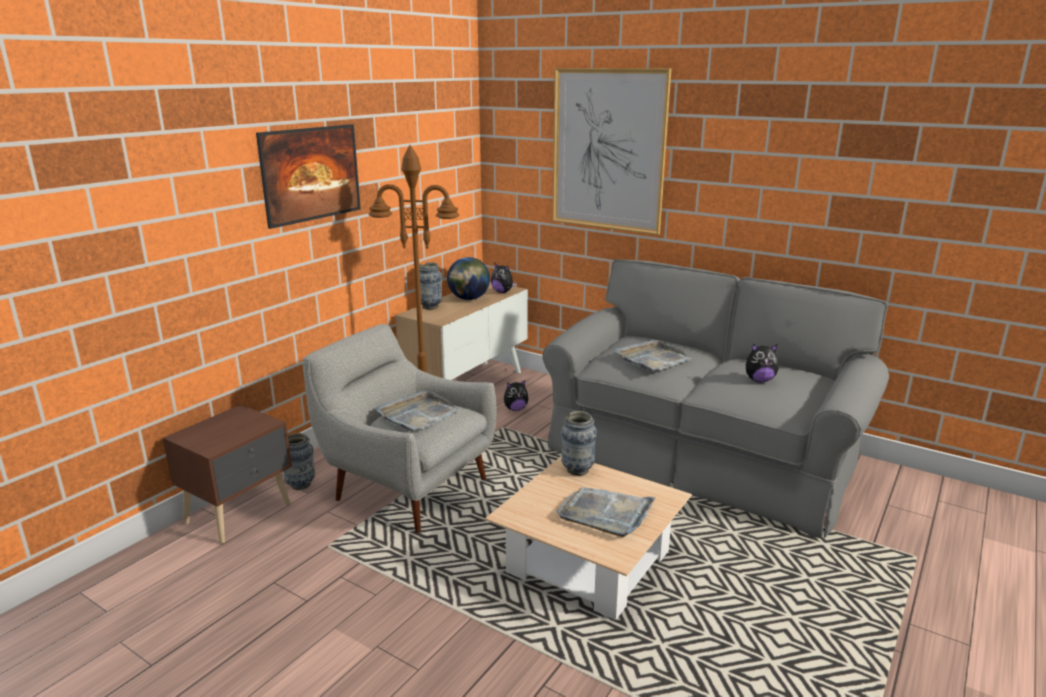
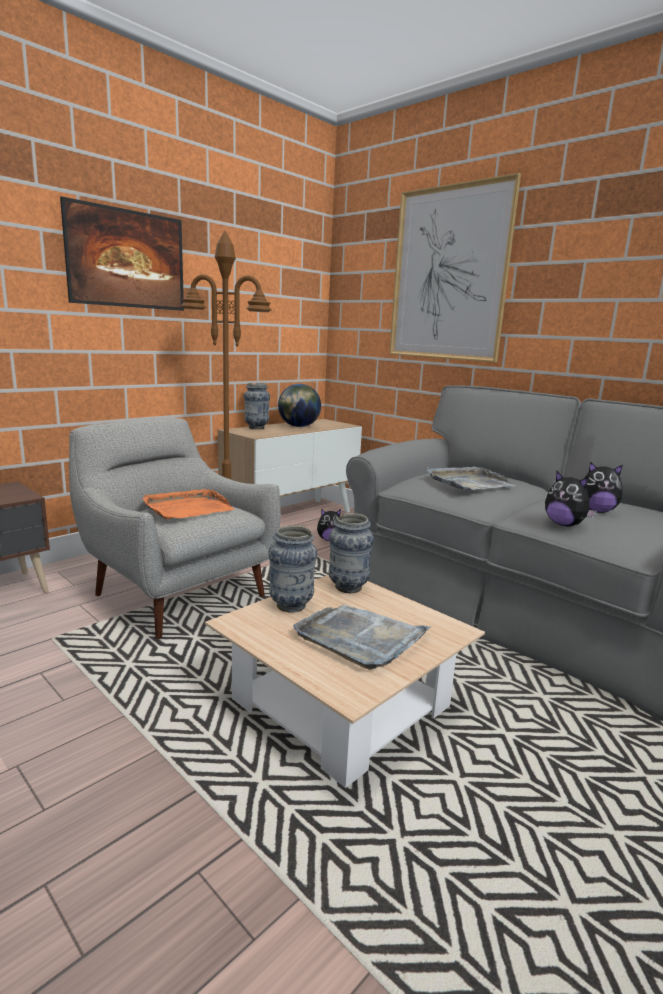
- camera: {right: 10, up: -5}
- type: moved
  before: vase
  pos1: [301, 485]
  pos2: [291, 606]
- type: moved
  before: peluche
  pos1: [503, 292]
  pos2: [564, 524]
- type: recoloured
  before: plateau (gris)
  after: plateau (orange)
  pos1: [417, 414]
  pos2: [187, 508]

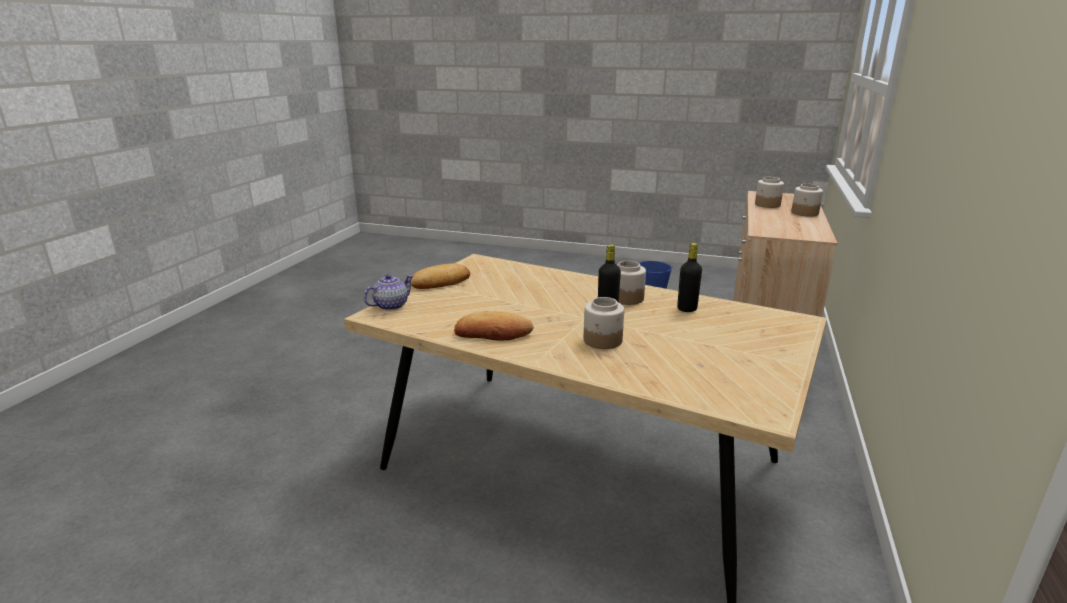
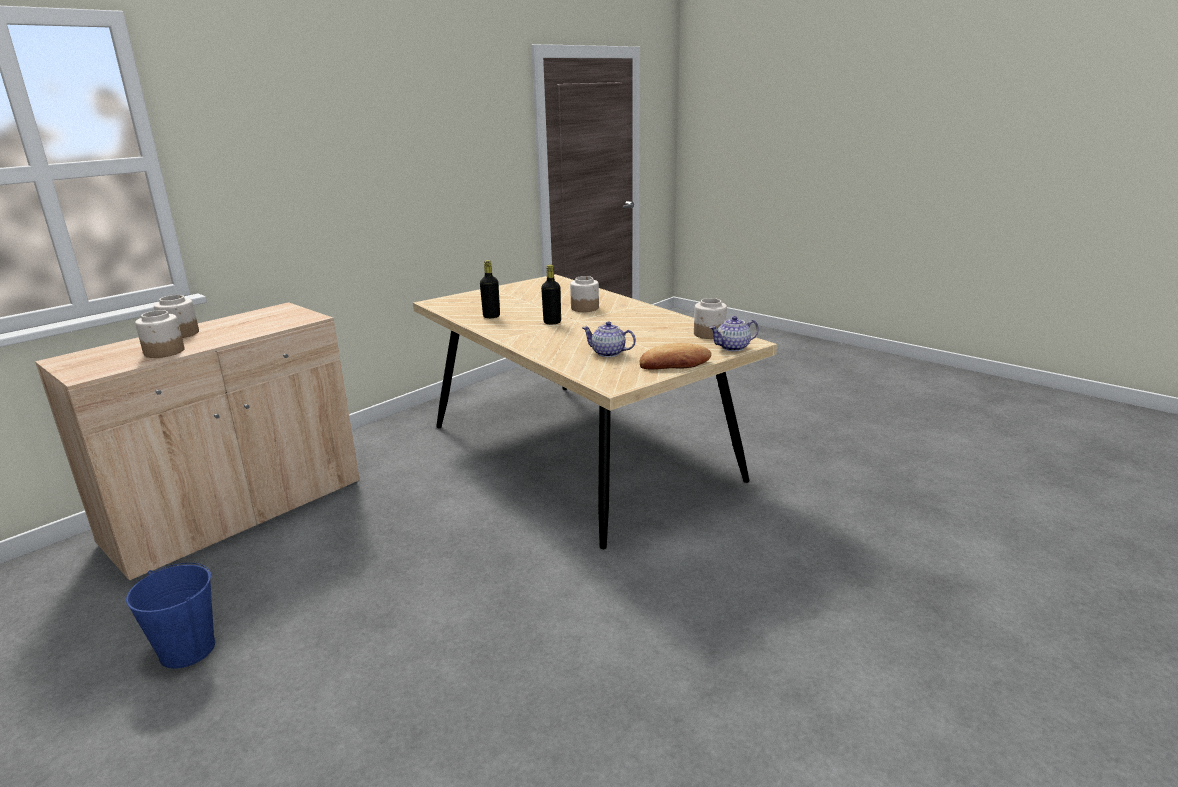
- camera: {right: -155, up: 0}
- type: removed
  before: pain
  pos1: [493, 333]
- type: added
  after: théière
  pos2: [608, 353]
- type: moved
  before: bocal
  pos1: [626, 298]
  pos2: [709, 334]

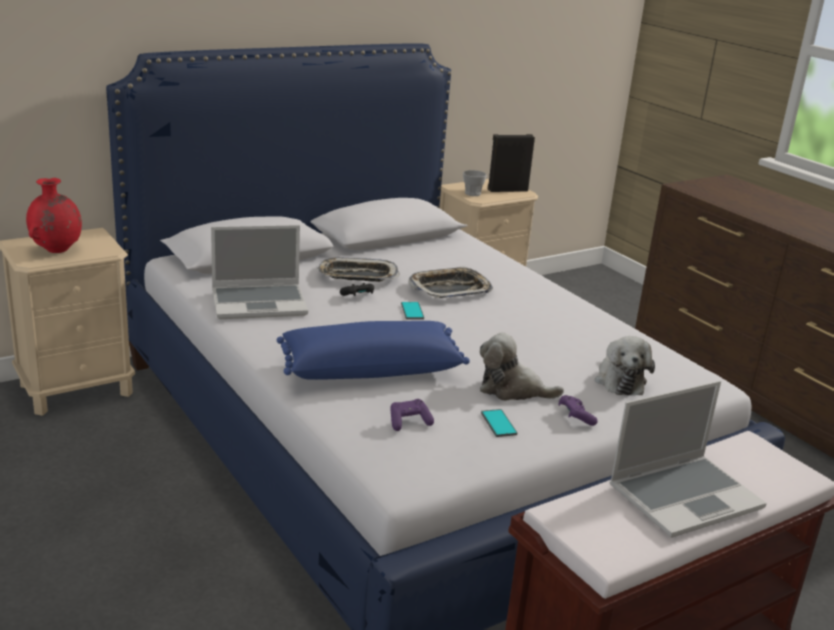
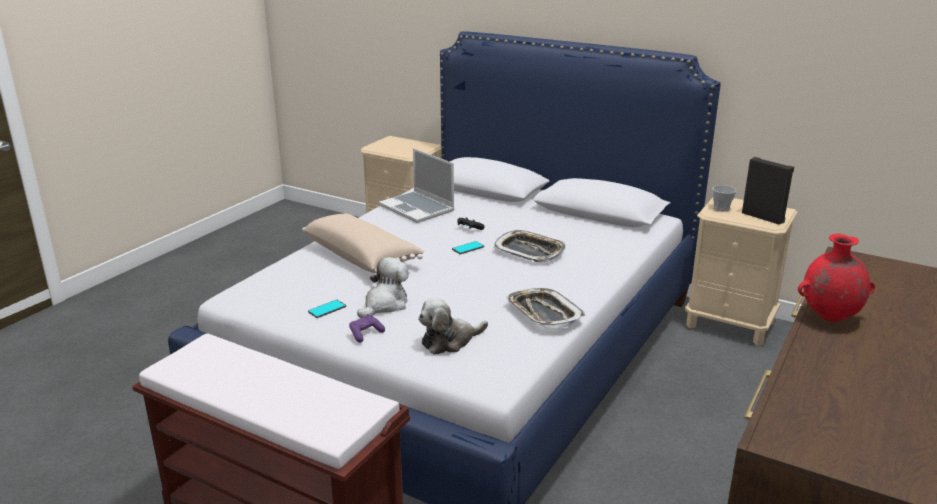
- camera: {right: 65, up: 0}
- type: removed
  before: manette (violet)
  pos1: [409, 422]
- type: removed
  before: ordinateur portable
  pos1: [685, 496]
- type: moved
  before: vase (rouge)
  pos1: [56, 250]
  pos2: [829, 317]
- type: moved
  before: plateau
  pos1: [357, 276]
  pos2: [543, 313]
- type: recoloured
  before: coussin (bleu)
  after: coussin (beige)
  pos1: [370, 369]
  pos2: [362, 257]
- type: turned
  before: peluche
  pos1: [512, 390]
  pos2: [385, 305]
  turn: 45

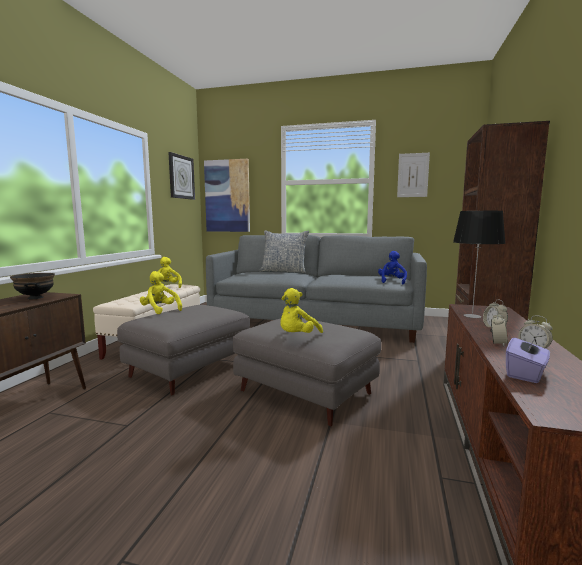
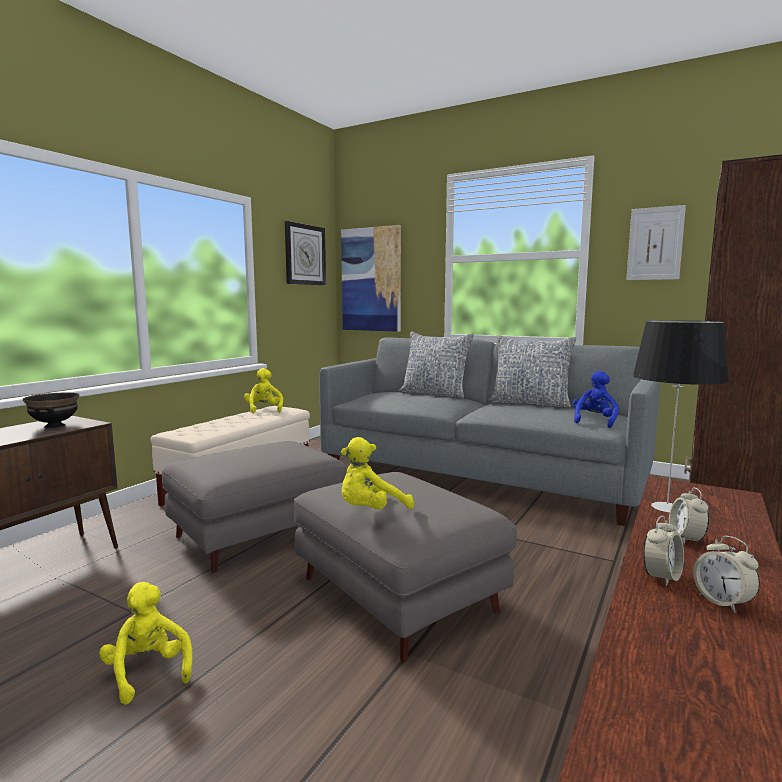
- camera: {right: 15, up: 0}
- type: removed
  before: boîte à mouchoirs (violet)
  pos1: [525, 374]
- type: added
  after: coussin
  pos2: [530, 404]
- type: moved
  before: peluche (jaune)
  pos1: [160, 310]
  pos2: [148, 672]

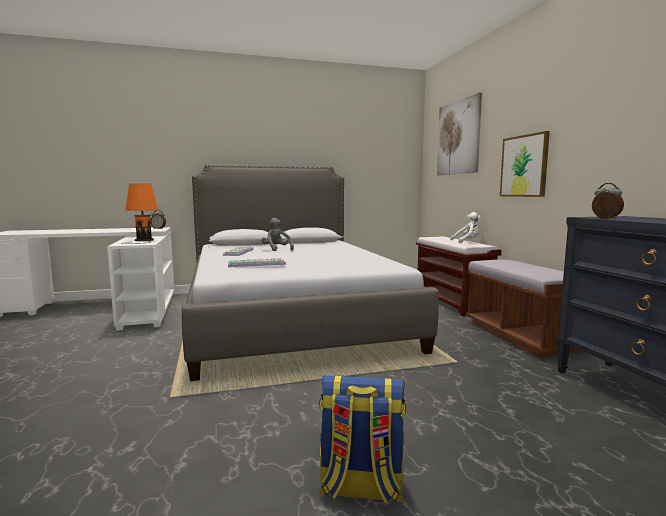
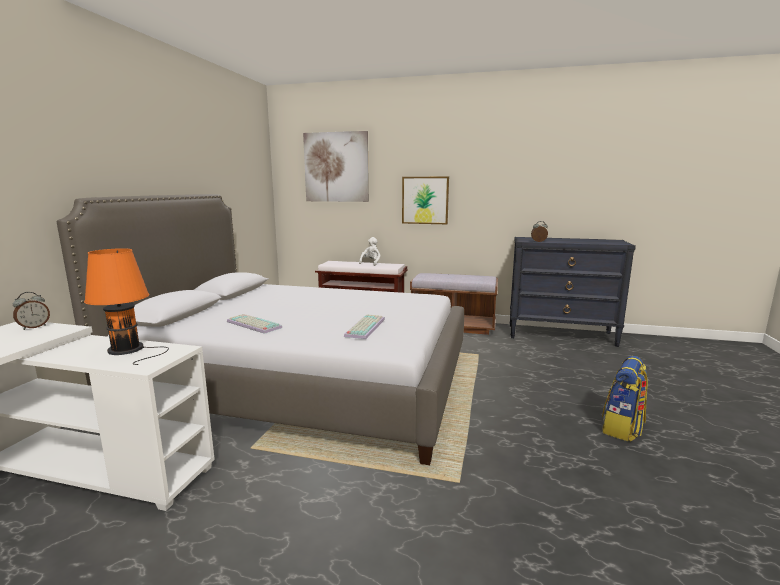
- camera: {right: -60, up: 5}
- type: removed
  before: peluche (gris)
  pos1: [276, 249]

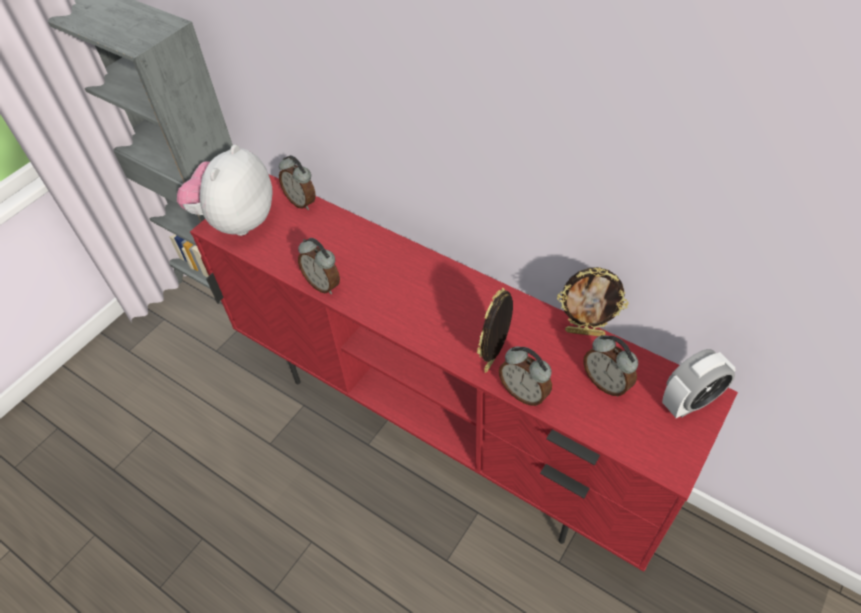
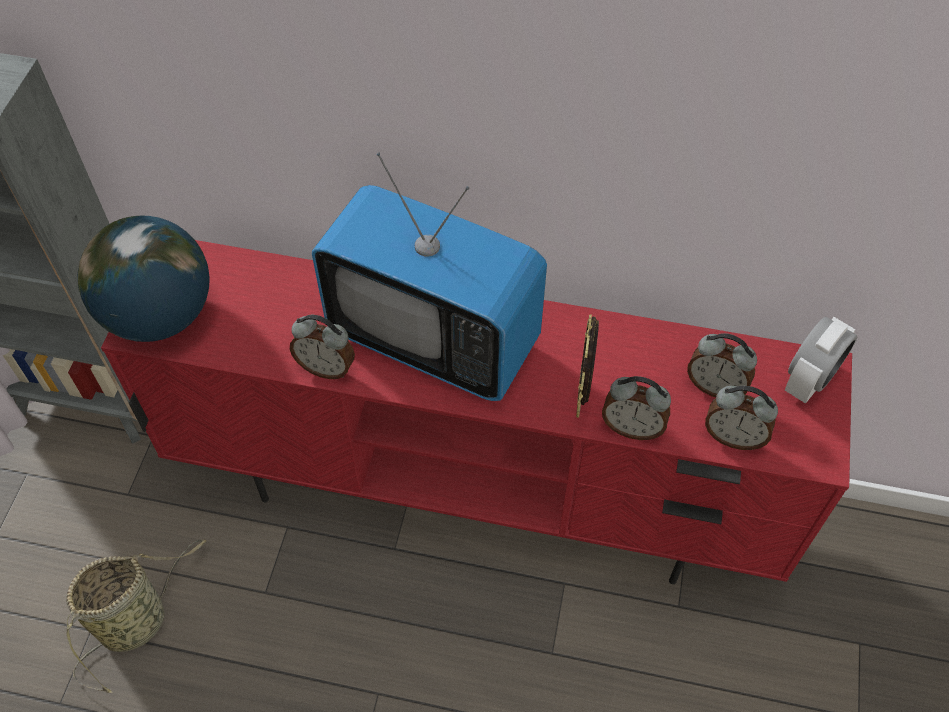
- camera: {right: -25, up: 5}
- type: removed
  before: cadre photo
  pos1: [585, 332]
- type: added
  after: panier
  pos2: [137, 620]
- type: added
  after: téléviseur
  pos2: [434, 339]
- type: moved
  before: réveil
  pos1: [302, 202]
  pos2: [733, 436]
- type: replaced
  before: peluche
  after: globe
  pos1: [236, 221]
  pos2: [161, 315]

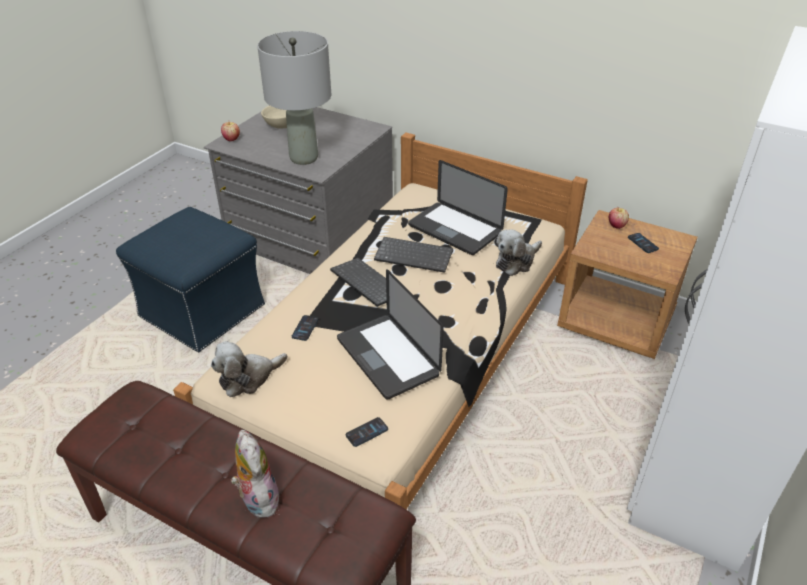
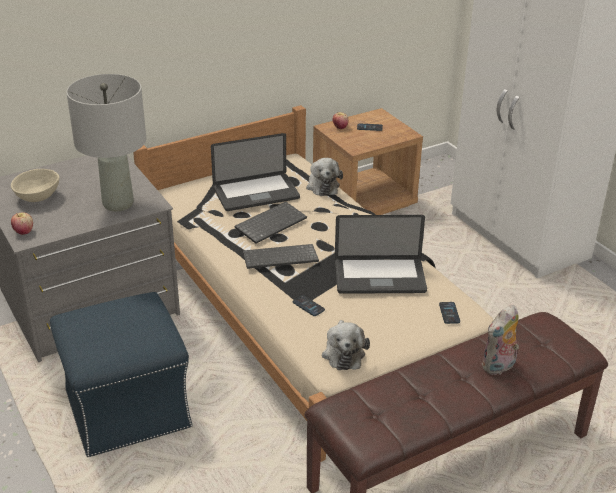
- camera: {right: -60, up: -5}
- type: turned
  before: peluche
  pos1: [257, 498]
  pos2: [499, 367]
  turn: -45

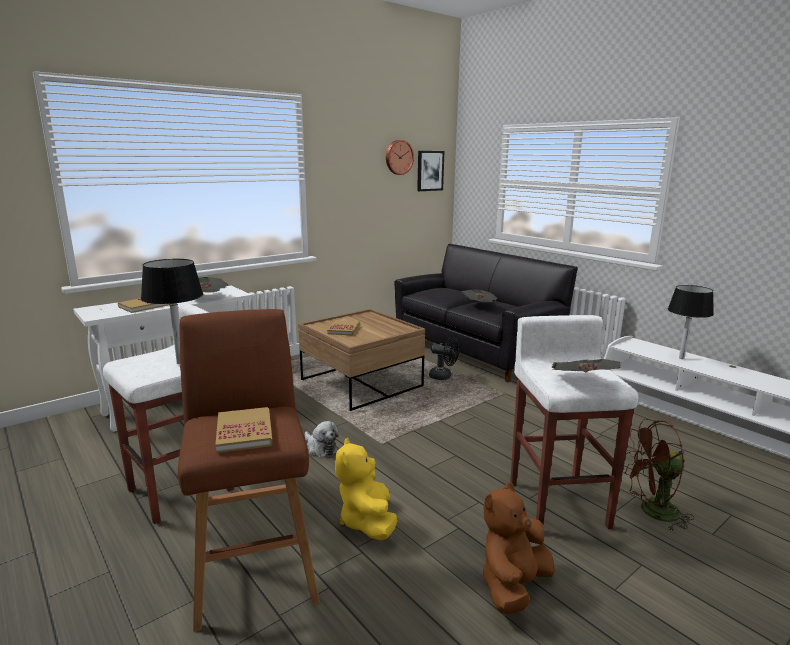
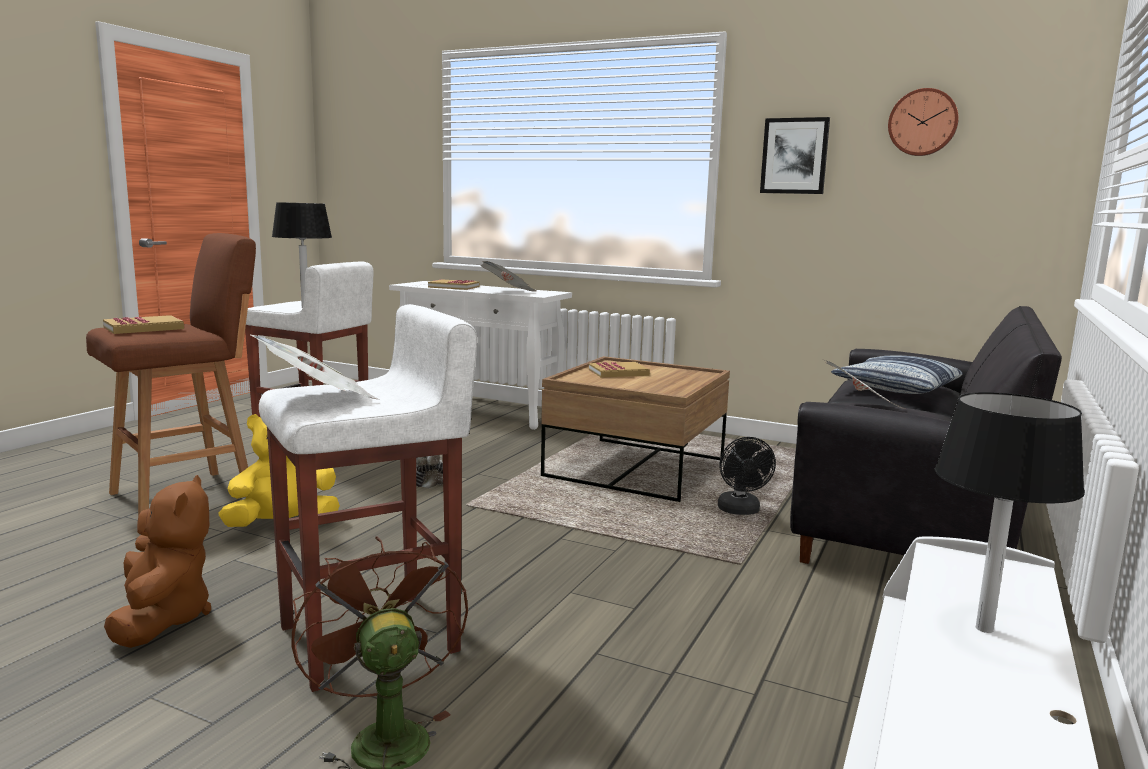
- camera: {right: 65, up: -5}
- type: added
  after: coussin
  pos2: [895, 387]
- type: moved
  before: tableau
  pos1: [430, 171]
  pos2: [794, 156]
- type: turned
  before: peluche (marron)
  pos1: [513, 585]
  pos2: [162, 619]
  turn: 60

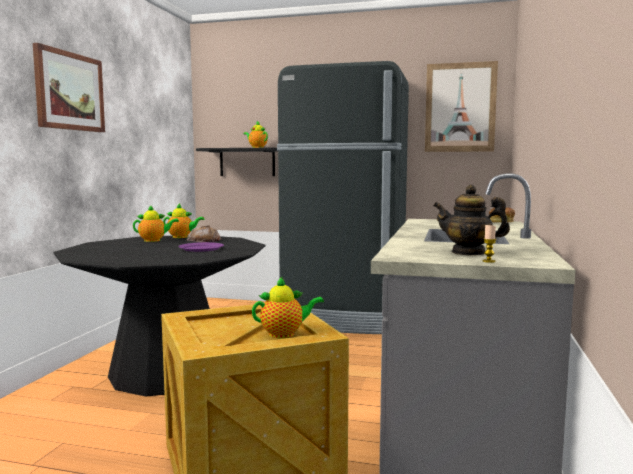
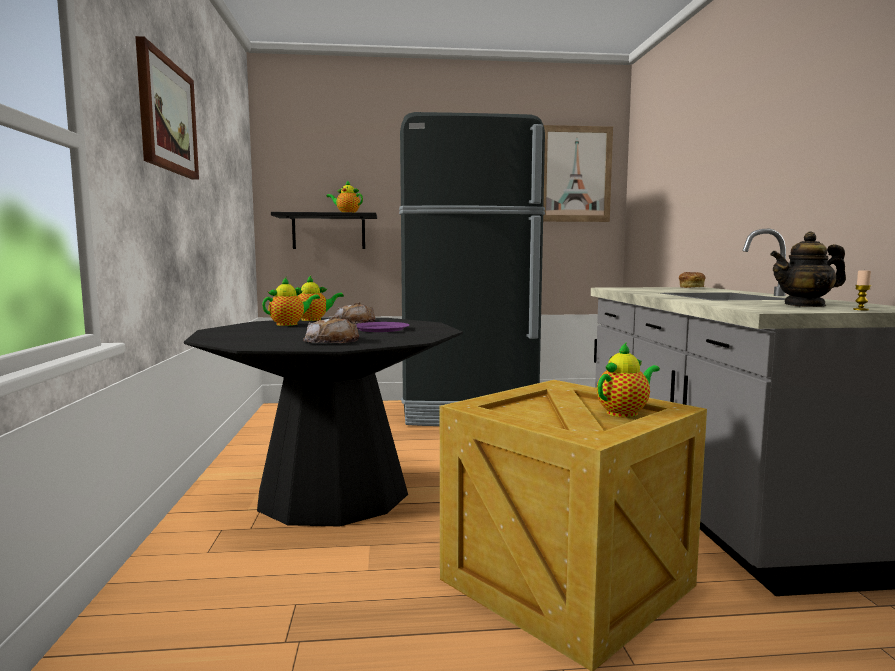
- camera: {right: -20, up: 0}
- type: added
  after: pain
  pos2: [332, 341]

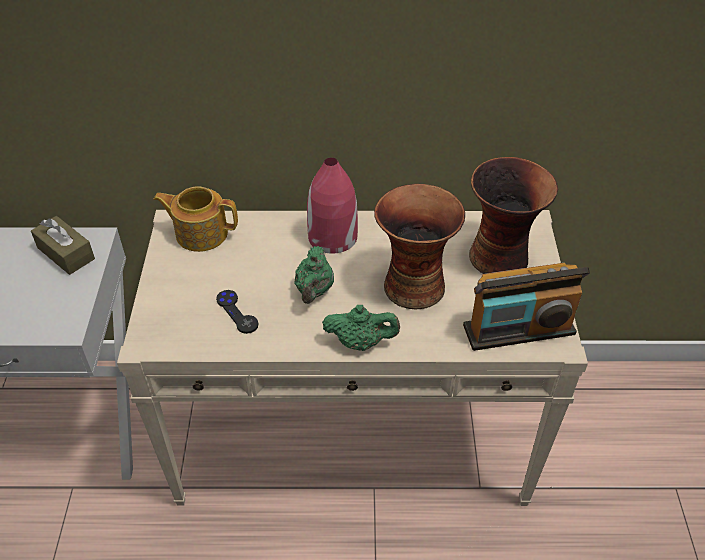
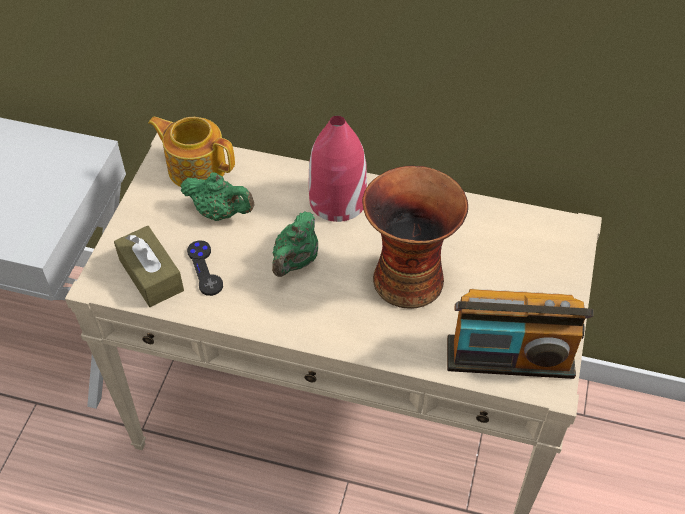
- camera: {right: 15, up: 5}
- type: removed
  before: vase
  pos1: [500, 257]
- type: moved
  before: boîte à mouchoirs (marron)
  pos1: [66, 253]
  pos2: [151, 275]
- type: moved
  before: théière (vert)
  pos1: [360, 342]
  pos2: [220, 212]

